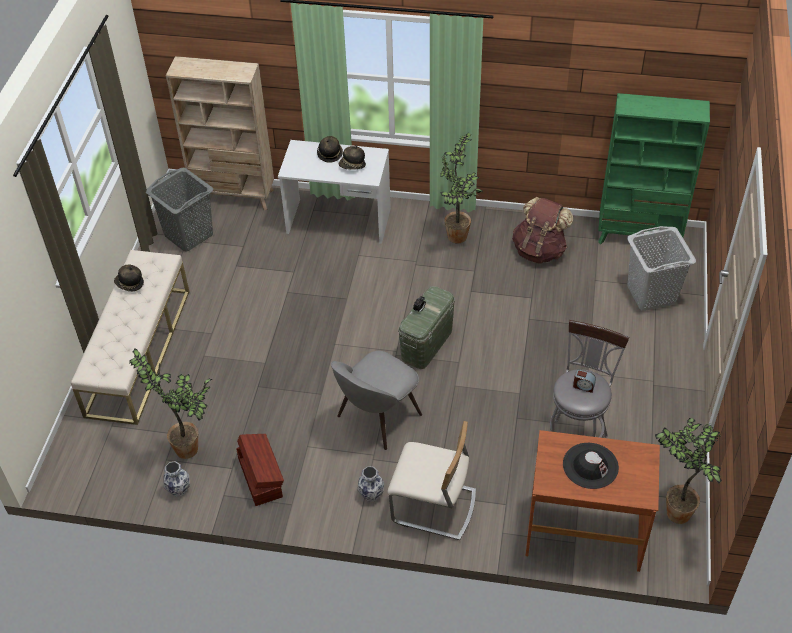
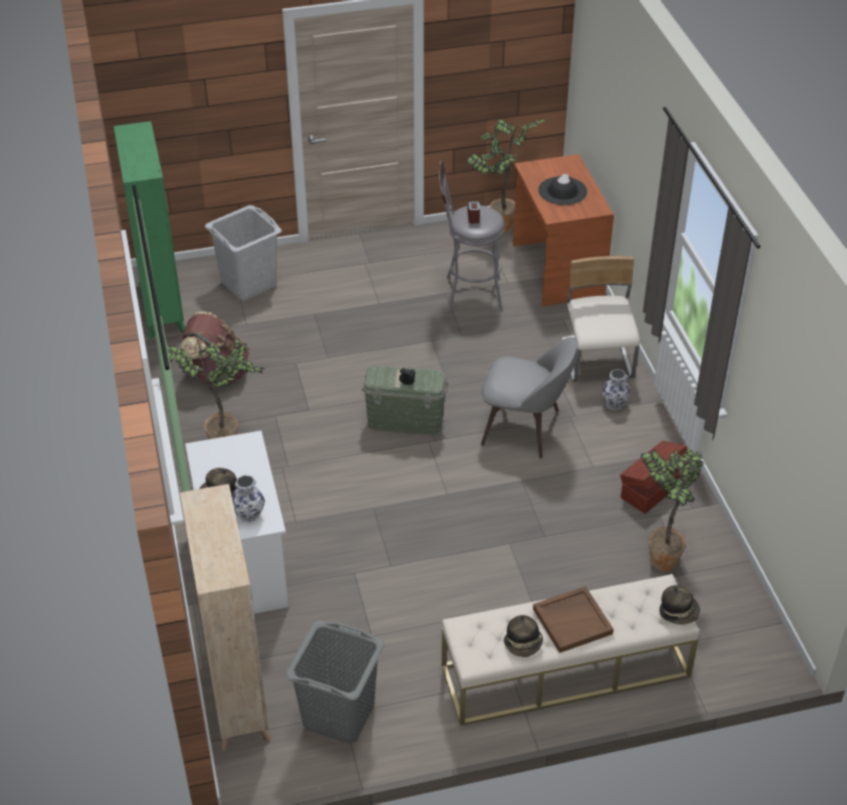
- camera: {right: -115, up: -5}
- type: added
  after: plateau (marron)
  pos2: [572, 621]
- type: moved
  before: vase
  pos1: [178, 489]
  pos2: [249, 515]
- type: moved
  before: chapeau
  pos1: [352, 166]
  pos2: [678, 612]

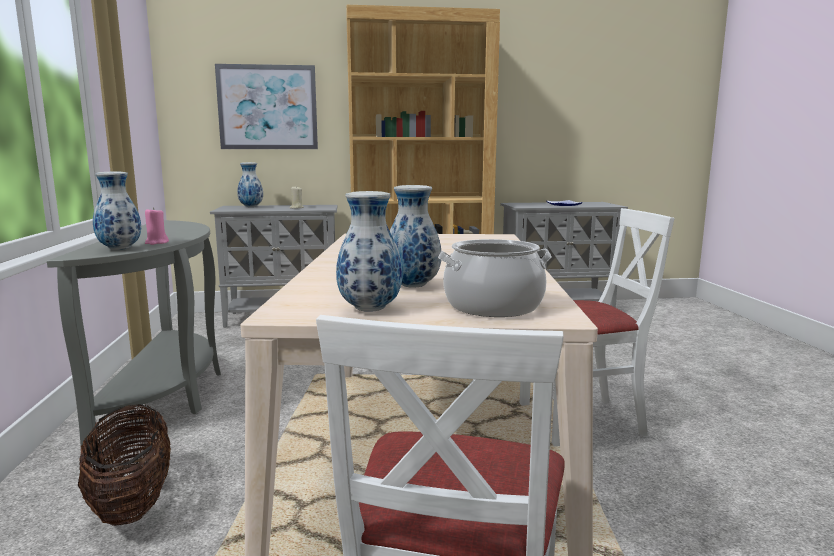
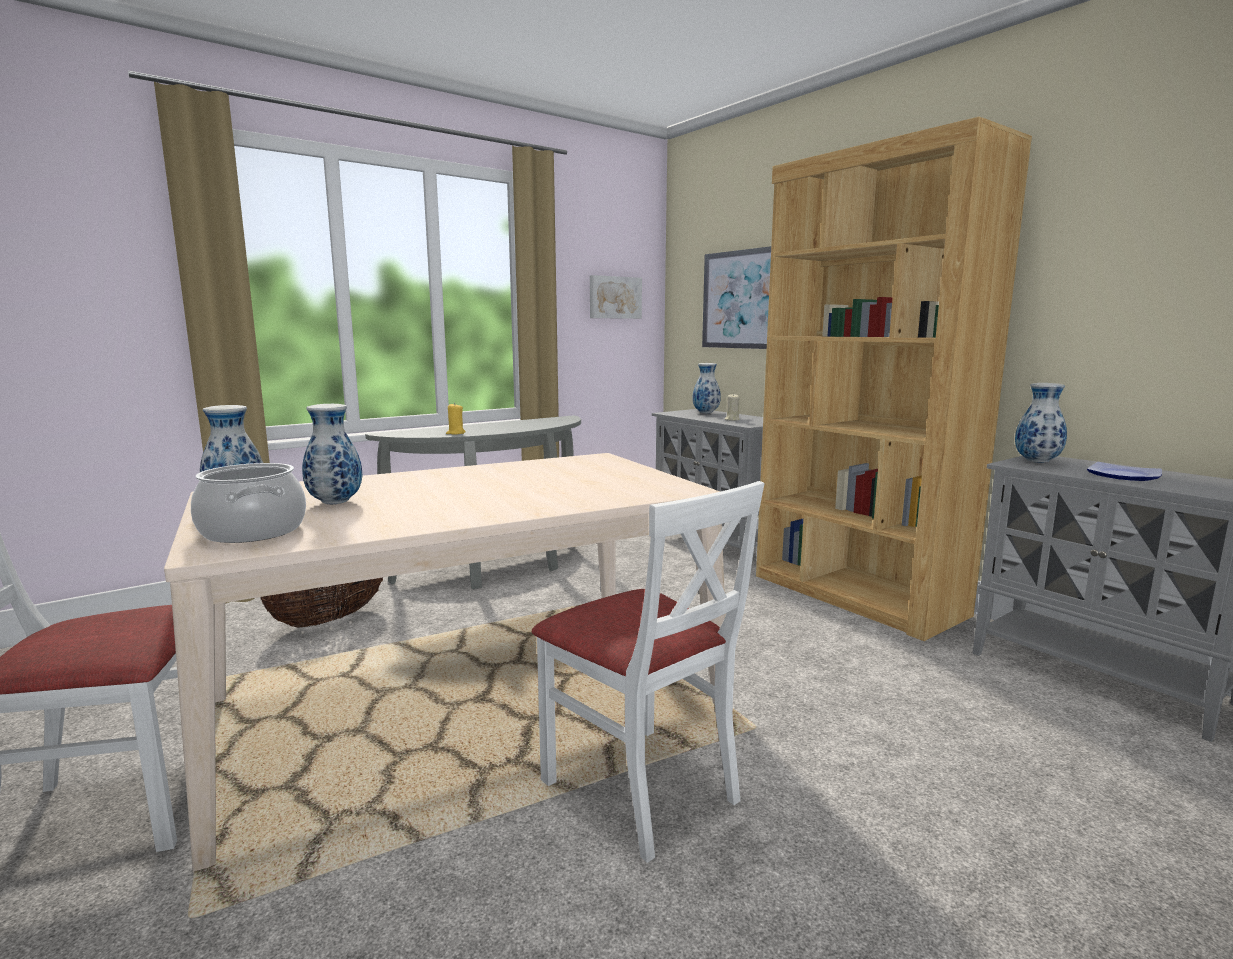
- camera: {right: 60, up: 0}
- type: added
  after: tableau
  pos2: [614, 297]
- type: moved
  before: vase
  pos1: [121, 249]
  pos2: [1038, 462]
- type: recoloured
  before: bougie (rose)
  after: bougie (jaune)
  pos1: [156, 243]
  pos2: [455, 433]

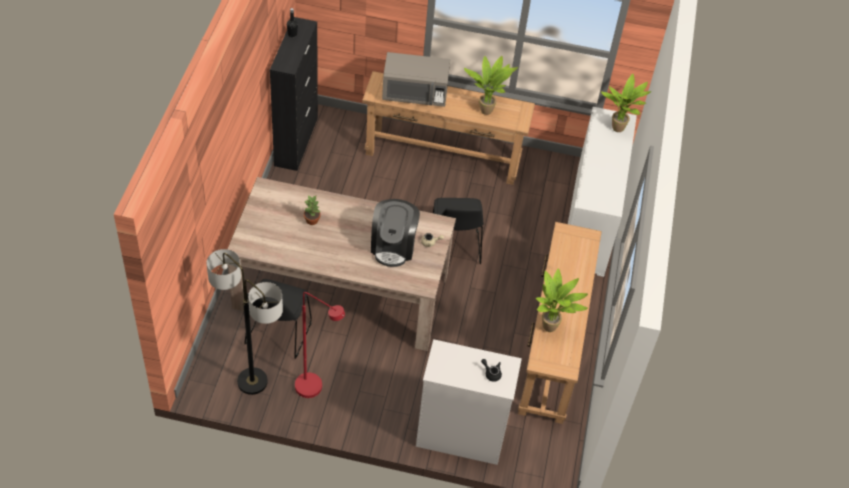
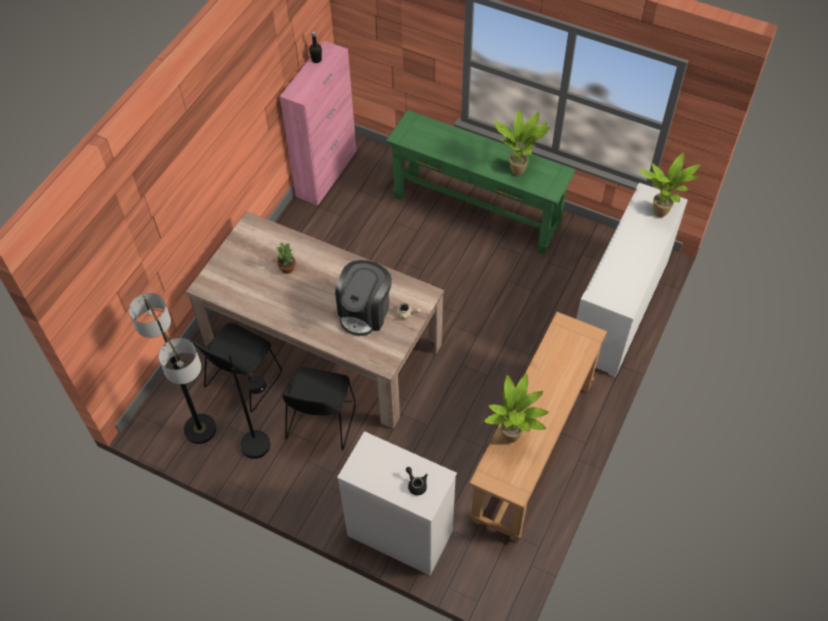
- camera: {right: 20, up: 5}
- type: removed
  before: micro-ondes (gris)
  pos1: [415, 94]
- type: moved
  before: chaise (noir)
  pos1: [454, 248]
  pos2: [320, 424]
- type: recoloured
  before: meuble de rangement (noir)
  after: meuble de rangement (rose)
  pos1: [296, 141]
  pos2: [327, 173]
- type: recoloured
  before: lampadaire (rouge)
  after: lampadaire (noir)
  pos1: [315, 389]
  pos2: [262, 450]
- type: recoloured
  before: table console (marron)
  after: table console (vert)
  pos1: [443, 156]
  pos2: [476, 211]

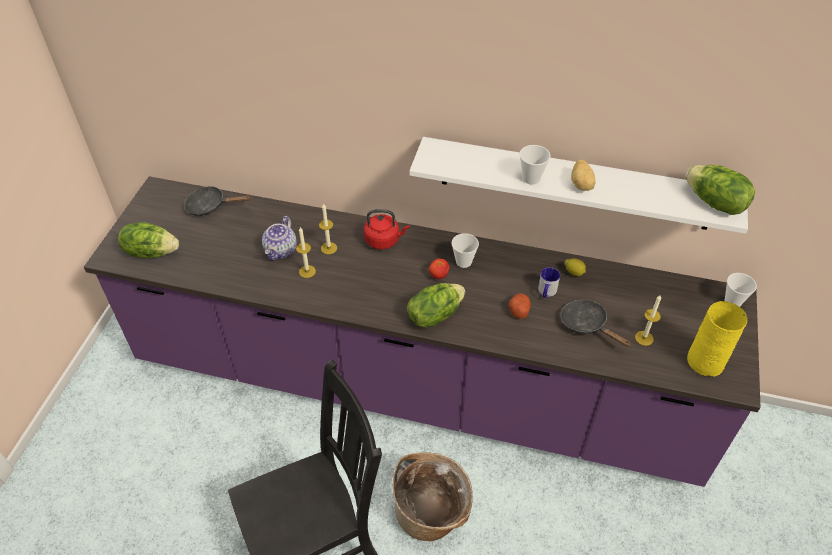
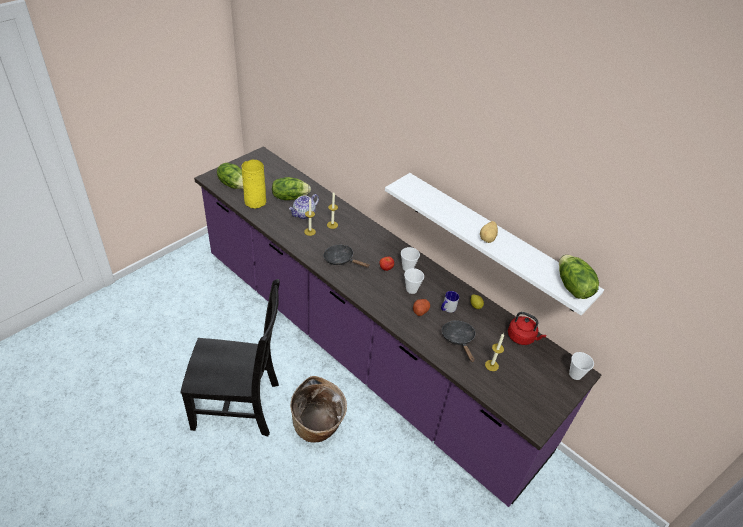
- camera: {right: 25, up: -5}
- type: moved
  before: poêle (noir)
  pos1: [210, 206]
  pos2: [341, 260]
- type: moved
  before: bouilloire (rouge)
  pos1: [384, 240]
  pos2: [522, 337]
- type: moved
  before: laitue
  pos1: [434, 315]
  pos2: [290, 197]
- type: moved
  before: tasse
  pos1: [531, 178]
  pos2: [411, 289]
- type: moved
  before: vase (jaune)
  pos1: [705, 360]
  pos2: [256, 201]

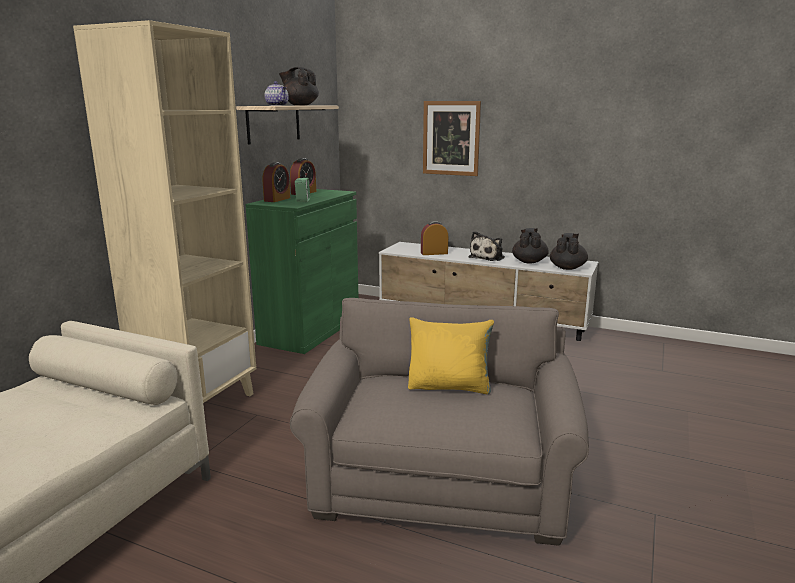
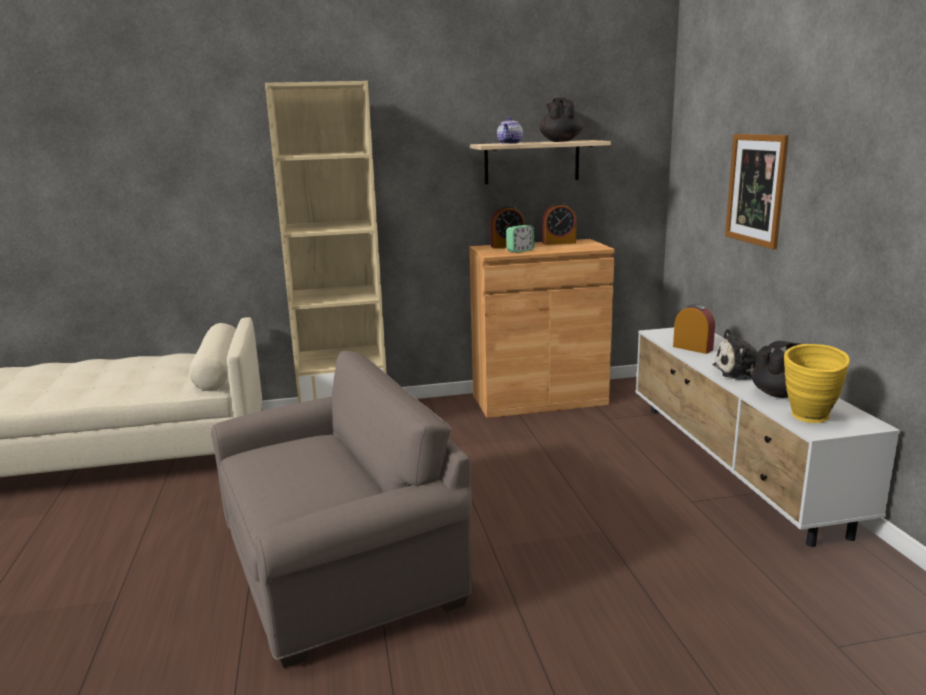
- camera: {right: 55, up: 0}
- type: removed
  before: coussin (jaune)
  pos1: [449, 386]
- type: replaced
  before: théière (noir)
  after: vase (jaune)
  pos1: [567, 268]
  pos2: [809, 419]
- type: recoloured
  before: meuble de rangement (vert)
  after: meuble de rangement (marron)
  pos1: [310, 330]
  pos2: [539, 400]

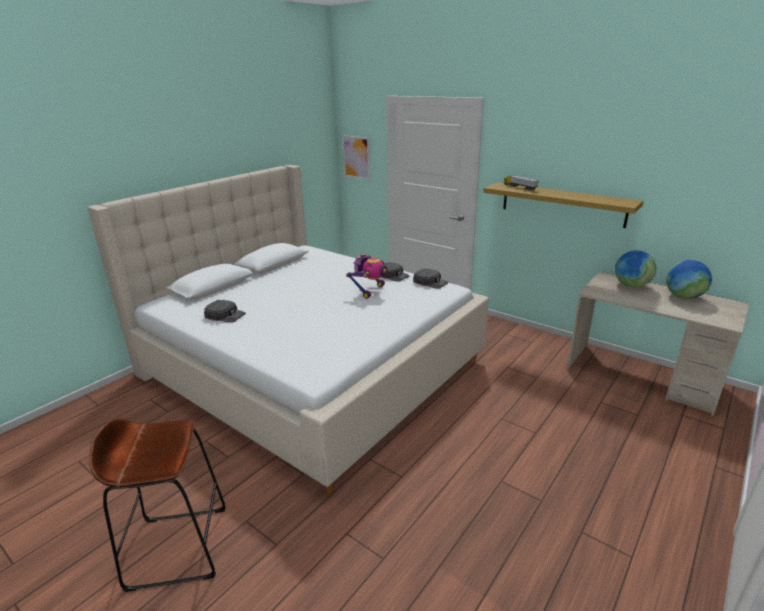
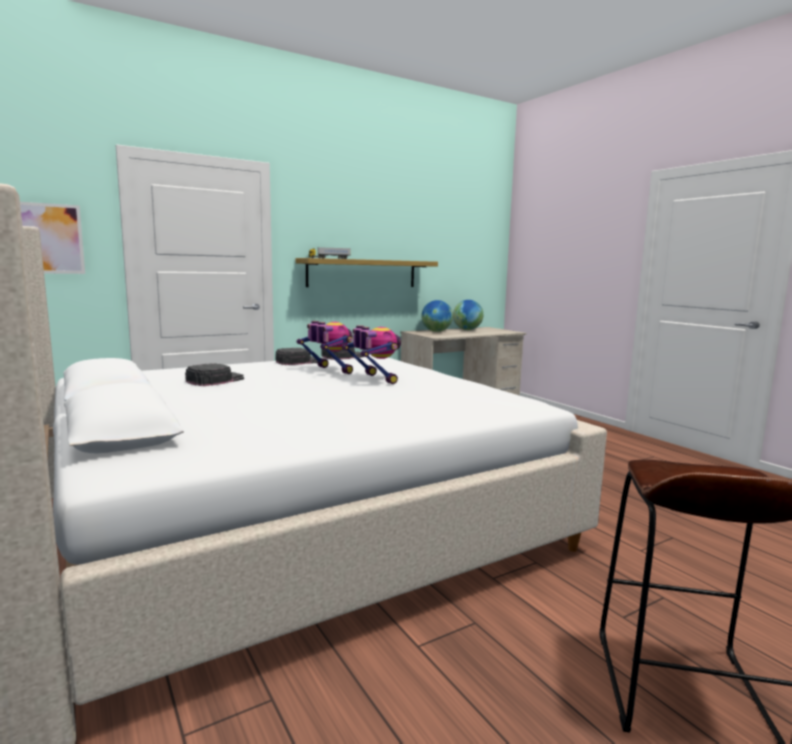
- camera: {right: -70, up: -15}
- type: added
  after: robot jouet
  pos2: [374, 379]
- type: moved
  before: casquette (noir)
  pos1: [225, 315]
  pos2: [215, 380]

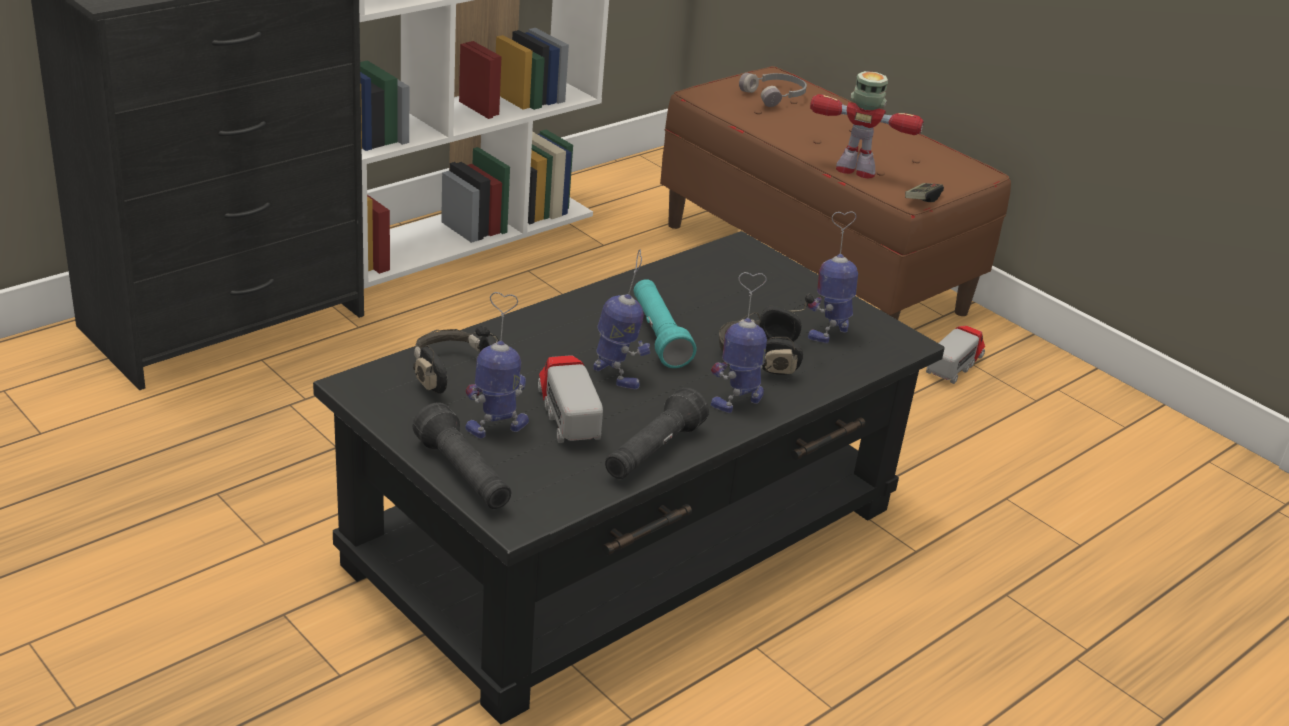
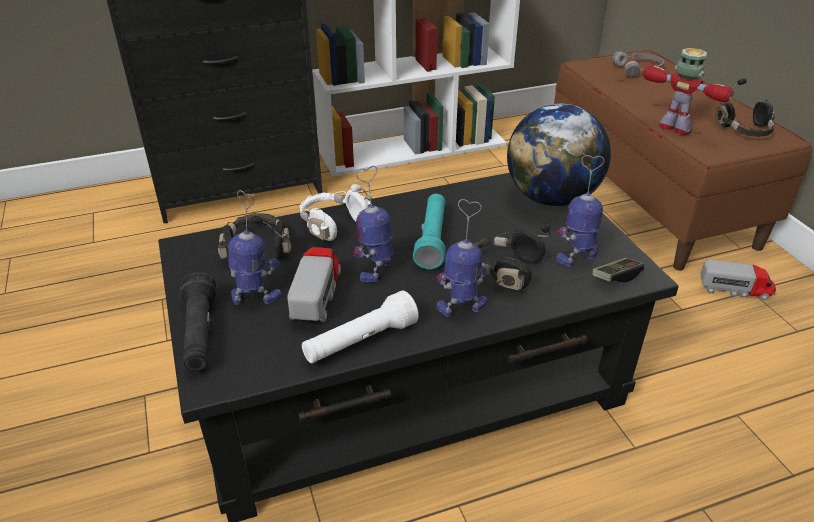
- camera: {right: 25, up: 5}
- type: added
  after: casque audio (blanc)
  pos2: [332, 224]
- type: added
  after: globe
  pos2: [552, 198]
- type: added
  after: casque audio (noir)
  pos2: [745, 130]
- type: moved
  before: manette
  pos1: [922, 199]
  pos2: [616, 277]
- type: recoloured
  before: lampe de poche (noir)
  after: lampe de poche (blanc)
  pos1: [653, 452]
  pos2: [360, 341]
- type: turned
  before: robot jouet
  pos1: [616, 375]
  pos2: [377, 268]
  turn: -135
- type: turned
  before: camion jouet
  pos1: [955, 364]
  pos2: [735, 289]
  turn: 45

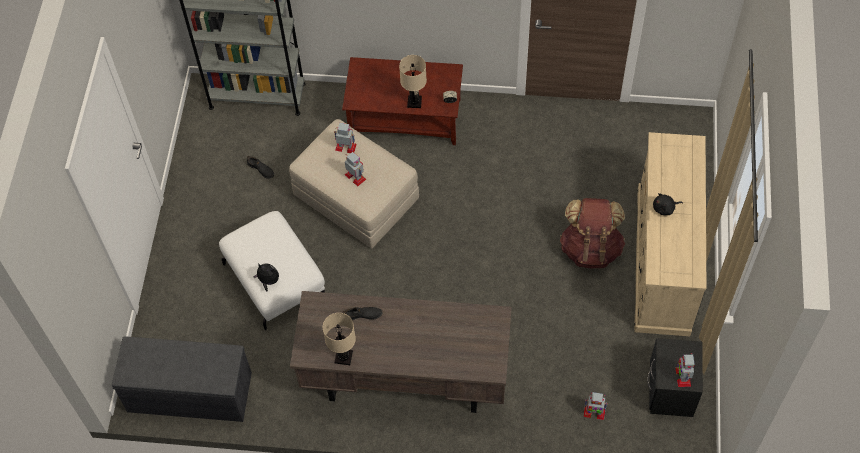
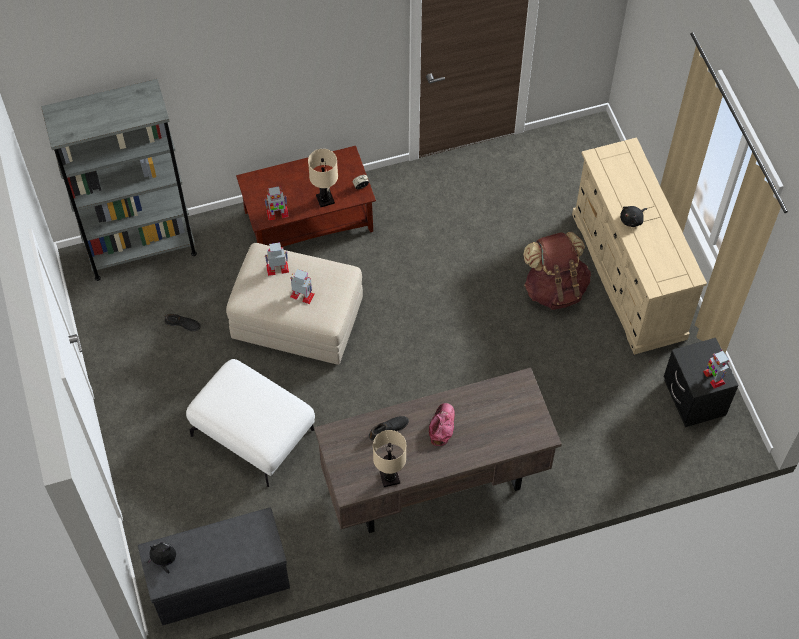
- camera: {right: -25, up: 0}
- type: added
  after: casquette
  pos2: [442, 426]
- type: moved
  before: peluche
  pos1: [268, 281]
  pos2: [164, 561]
- type: moved
  before: robot jouet
  pos1: [594, 412]
  pos2: [277, 213]

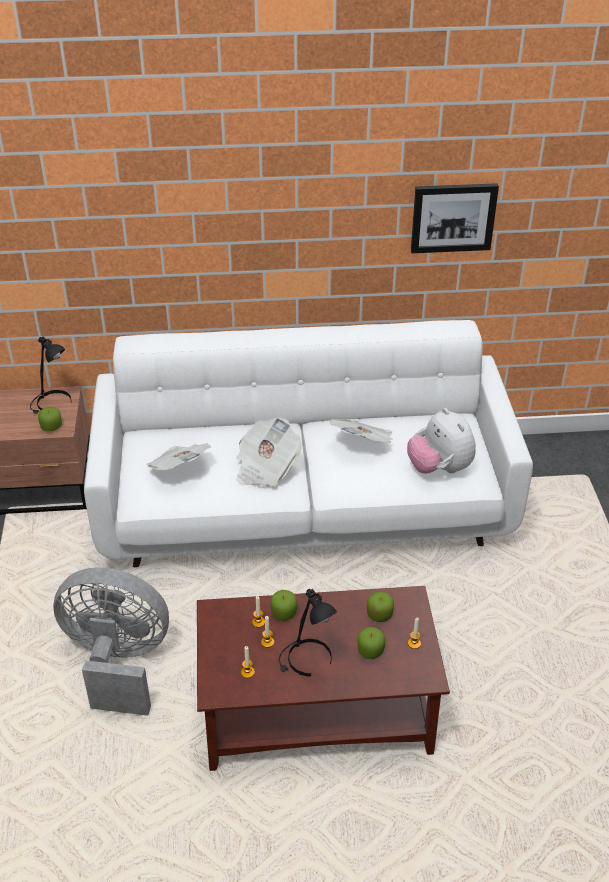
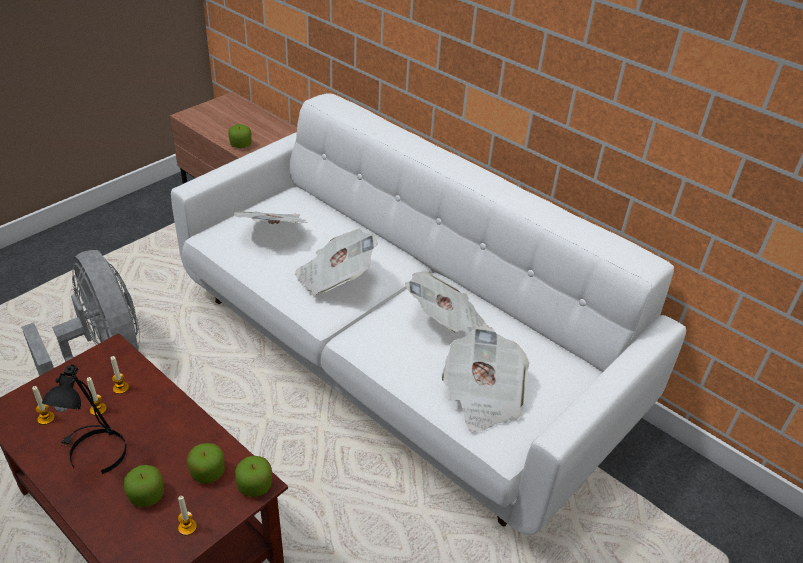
- camera: {right: 45, up: 0}
- type: removed
  before: lampe de table (noir)
  pos1: [52, 404]
- type: removed
  before: tableau
  pos1: [453, 217]
- type: moved
  before: pomme
  pos1: [284, 613]
  pos2: [255, 486]
- type: replaced
  before: peluche
  after: journal
  pos1: [439, 468]
  pos2: [482, 396]

